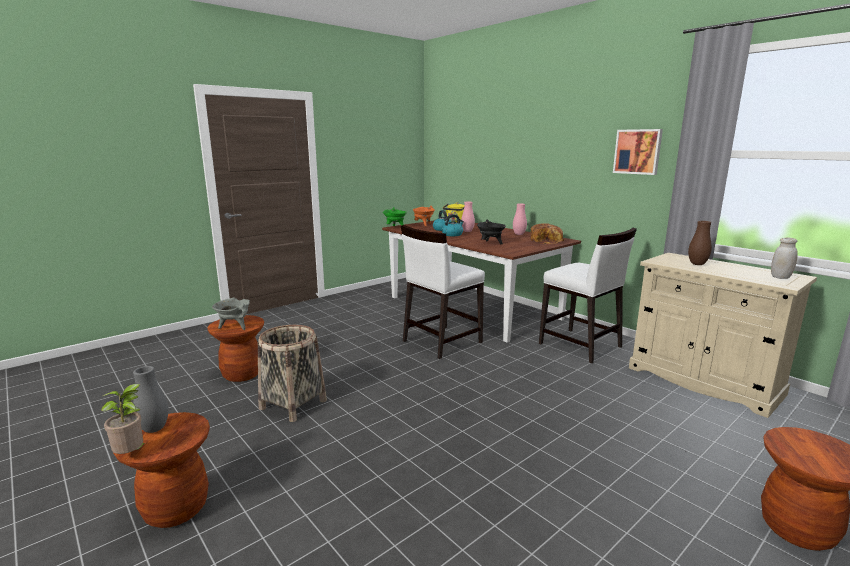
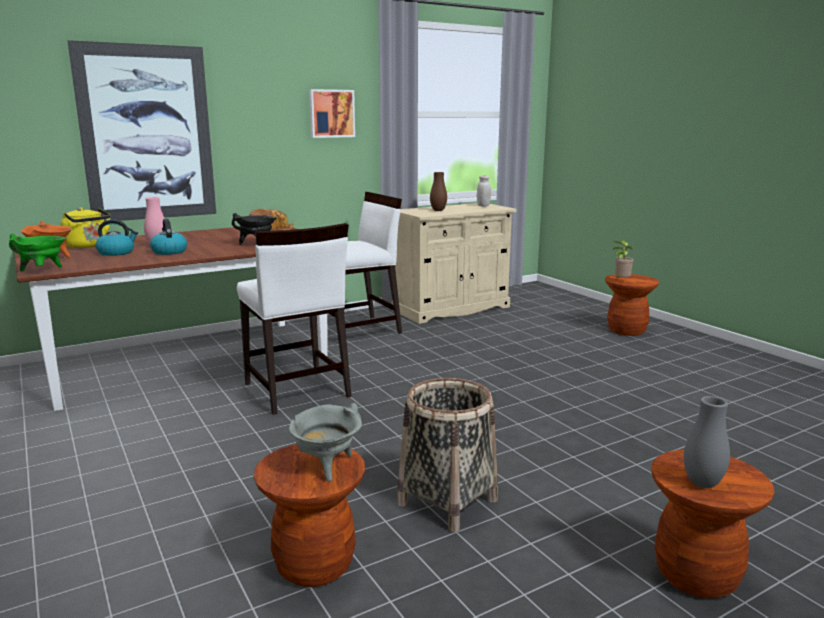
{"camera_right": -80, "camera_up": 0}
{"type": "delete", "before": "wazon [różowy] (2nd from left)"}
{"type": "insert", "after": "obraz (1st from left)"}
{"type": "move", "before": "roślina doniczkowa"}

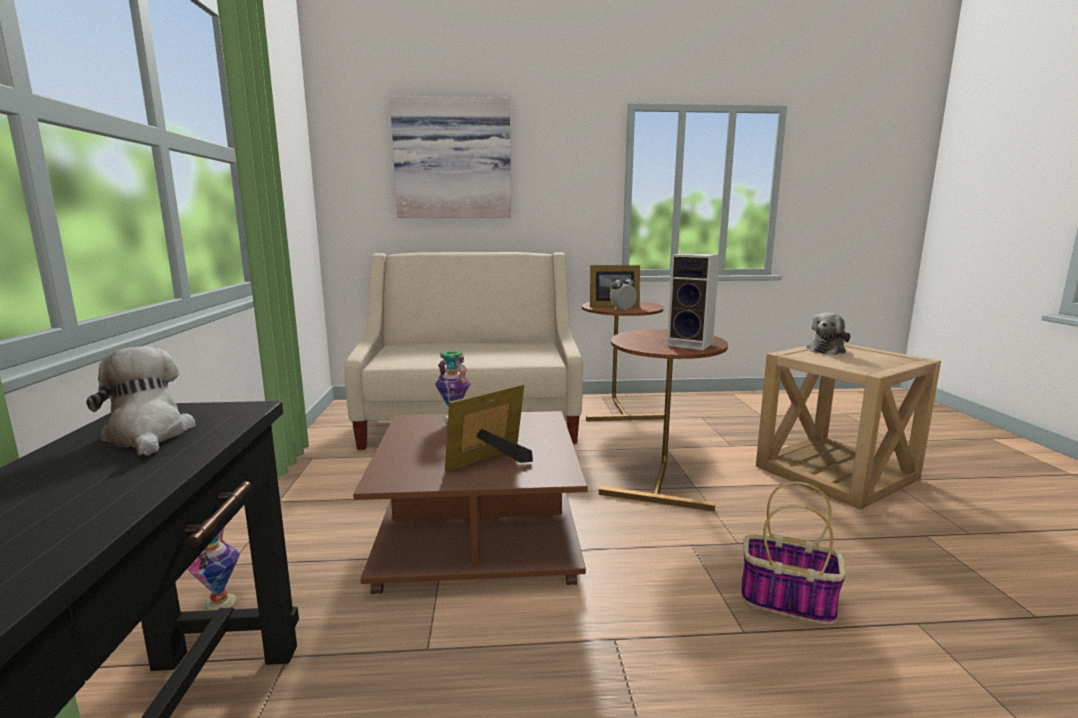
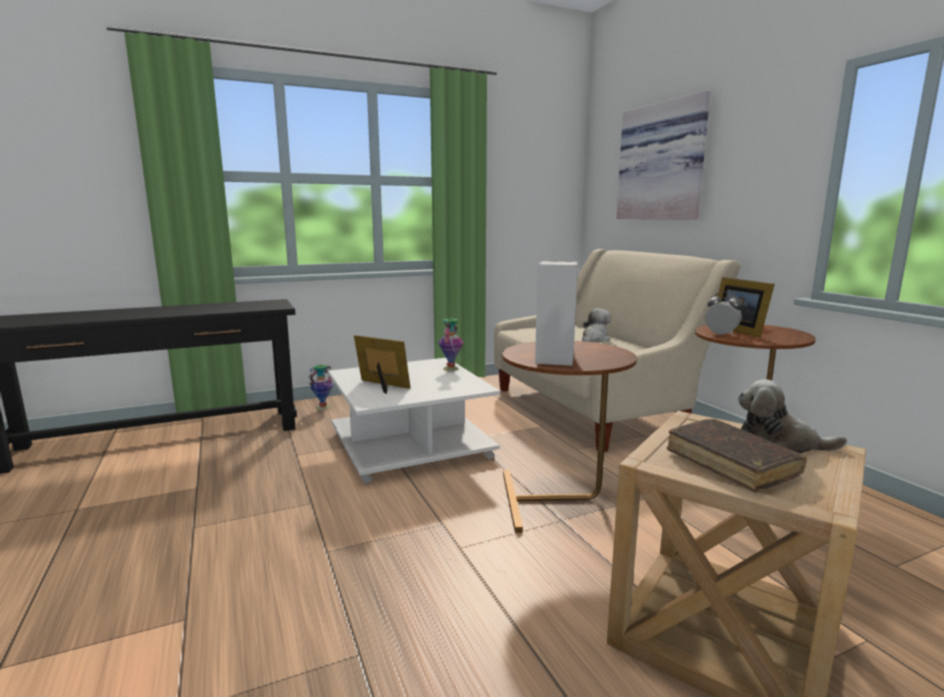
{"camera_right": 70, "camera_up": 0}
{"type": "delete", "before": "koszyk"}
{"type": "insert", "after": "książka [brązowy]"}
{"type": "move", "before": "pluszak (1st from left)"}
{"type": "recolor", "before": "ława [brązowy]", "after": "ława [biały]"}

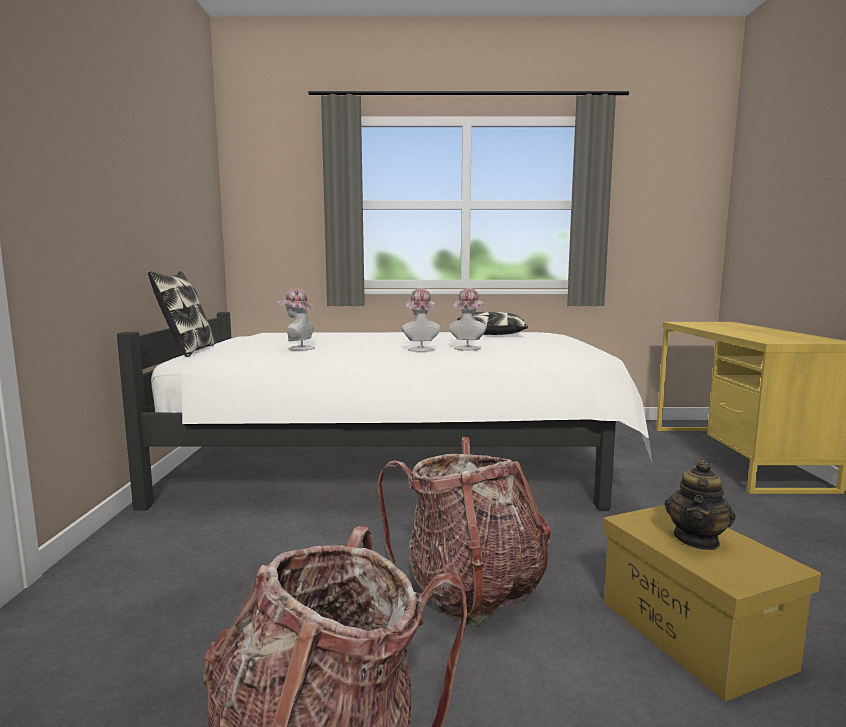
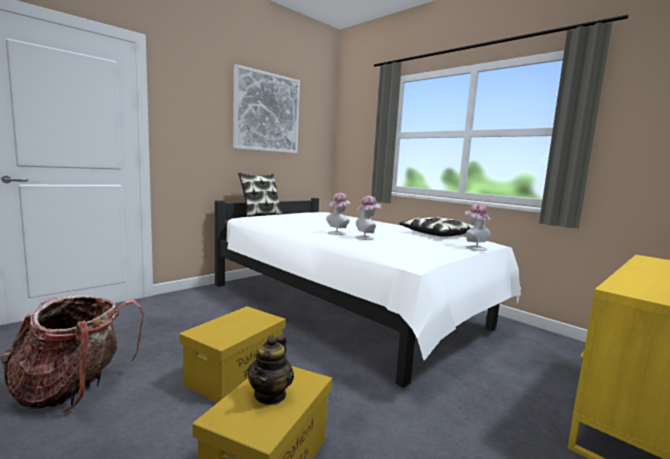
{"camera_right": 45, "camera_up": 0}
{"type": "insert", "after": "obraz"}
{"type": "move", "before": "kapelusz (1st from left in the first image)", "after": "kapelusz (3rd from left)"}
{"type": "replace", "before": "plecak (2nd from left)", "after": "pojemnik do przechowywania [żółty] (1st from left)"}
{"type": "rotate", "before": "imbryk", "turn": -60}

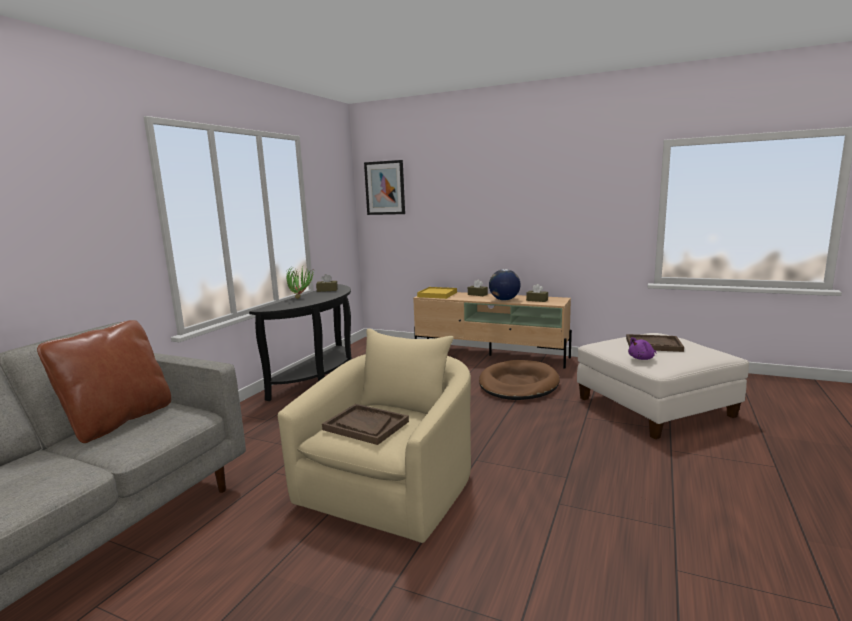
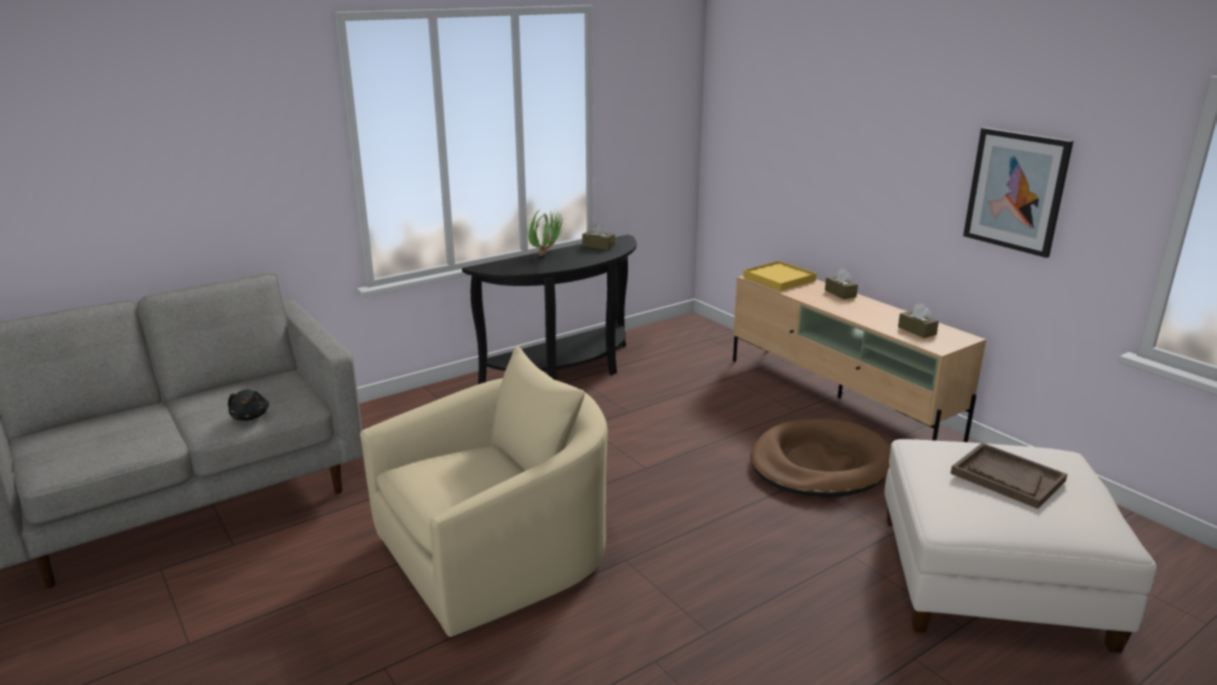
{"camera_right": 30, "camera_up": 10}
{"type": "delete", "before": "poduszka [brązowy]"}
{"type": "delete", "before": "taca [brązowy] (1st from left)"}
{"type": "delete", "before": "globus"}
{"type": "delete", "before": "pluszak [fioletowy]"}
{"type": "insert", "after": "pluszak [czarny]"}
{"type": "move", "before": "obraz"}

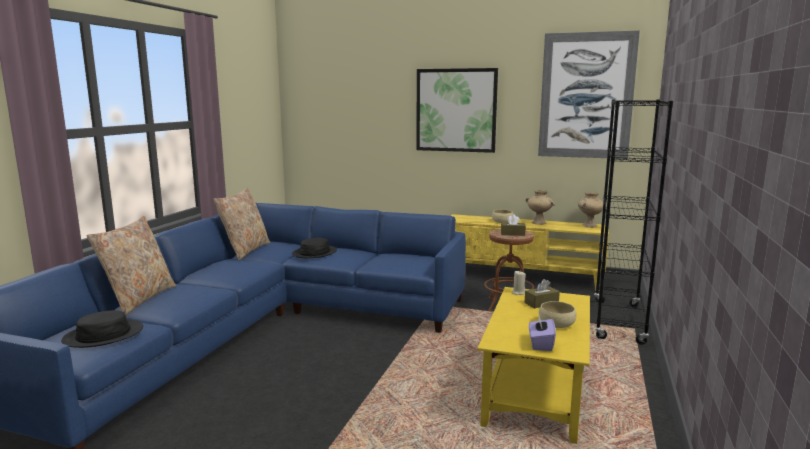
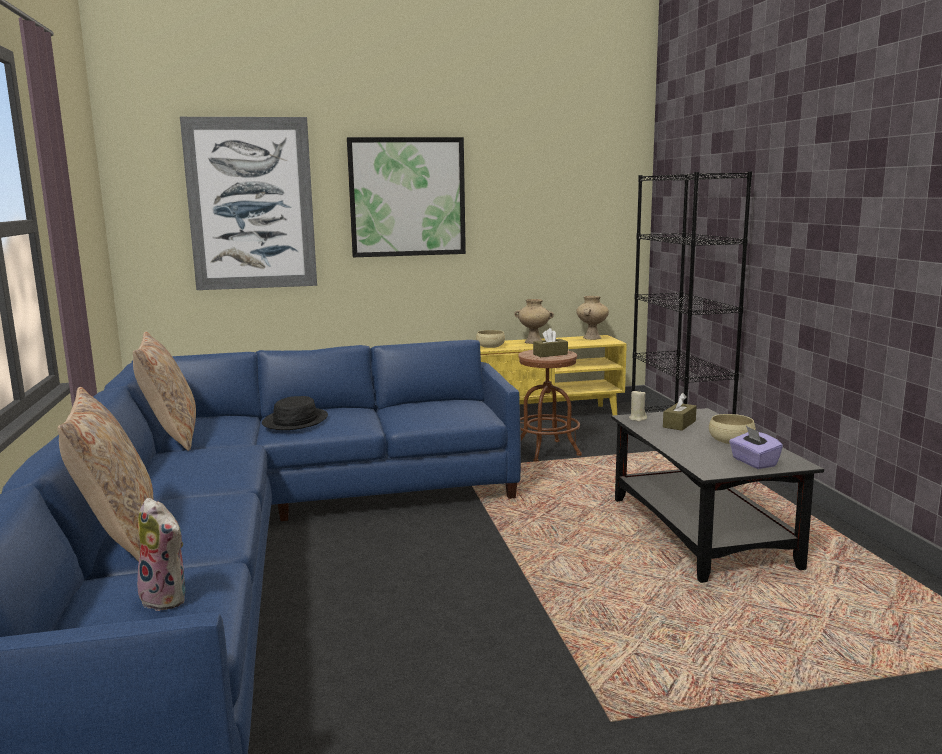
{"camera_right": -30, "camera_up": 0}
{"type": "move", "before": "obraz (2nd from left in the first image)", "after": "obraz (1st from left)"}
{"type": "replace", "before": "kapelusz [czarny] (1st from left)", "after": "pluszak"}
{"type": "recolor", "before": "ława [żółty]", "after": "ława [czarny]"}

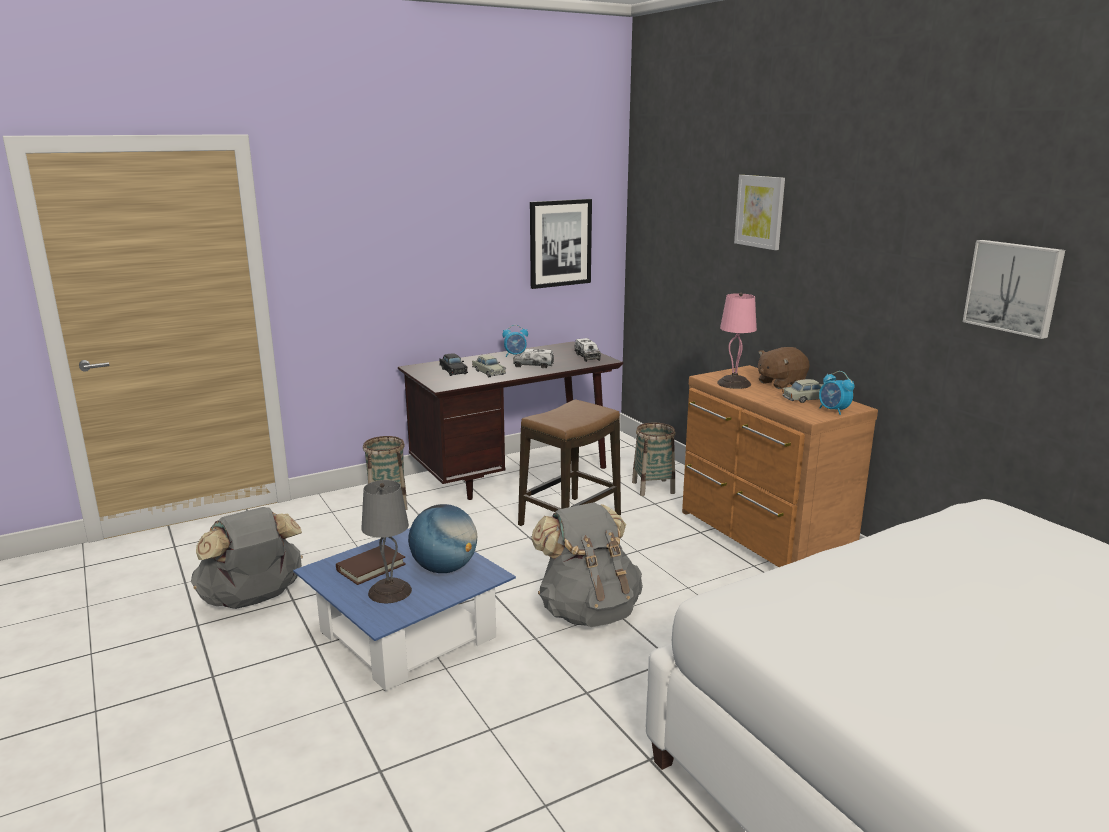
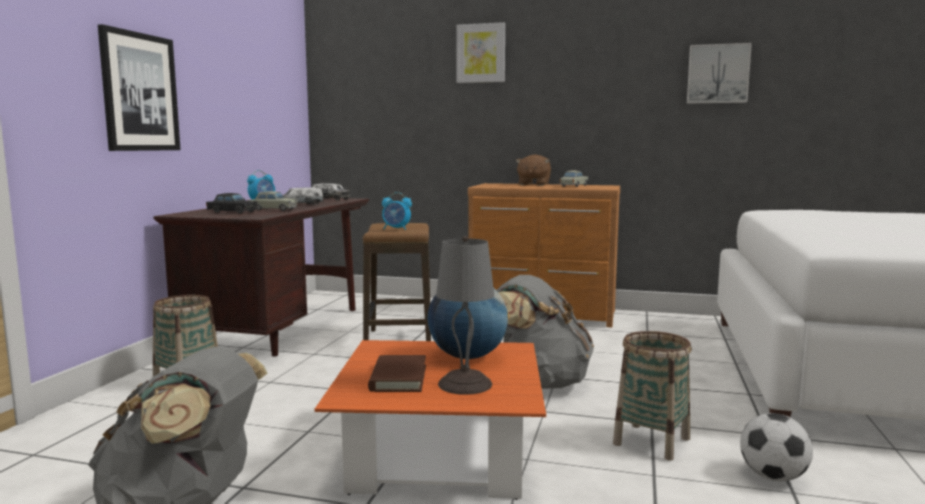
{"camera_right": -45, "camera_up": -10}
{"type": "delete", "before": "lampa stołowa [różowy]"}
{"type": "insert", "after": "piłka futbolowa"}
{"type": "move", "before": "obraz (1st from left)"}
{"type": "move", "before": "koszyk (2nd from left)"}
{"type": "move", "before": "budzik (2nd from left)"}
{"type": "recolor", "before": "ława [niebieski]", "after": "ława [pomarańczowy]"}

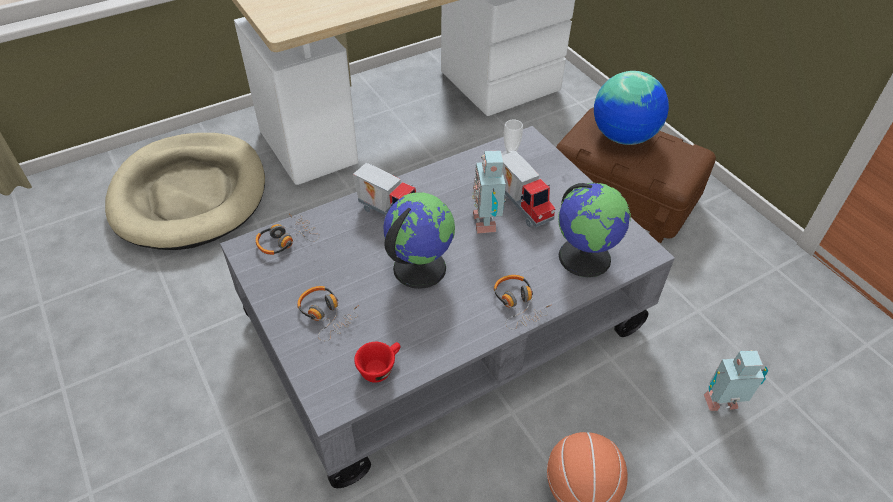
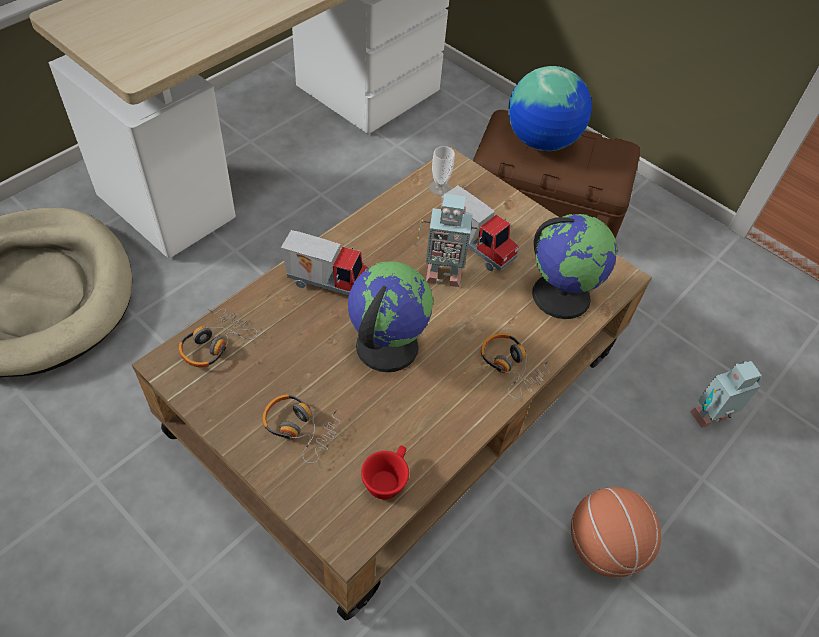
{"camera_right": -20, "camera_up": 5}
{"type": "recolor", "before": "ława [szary]", "after": "ława [brązowy]"}
{"type": "rotate", "before": "robot zabawkowy (1st from left)", "turn": -60}

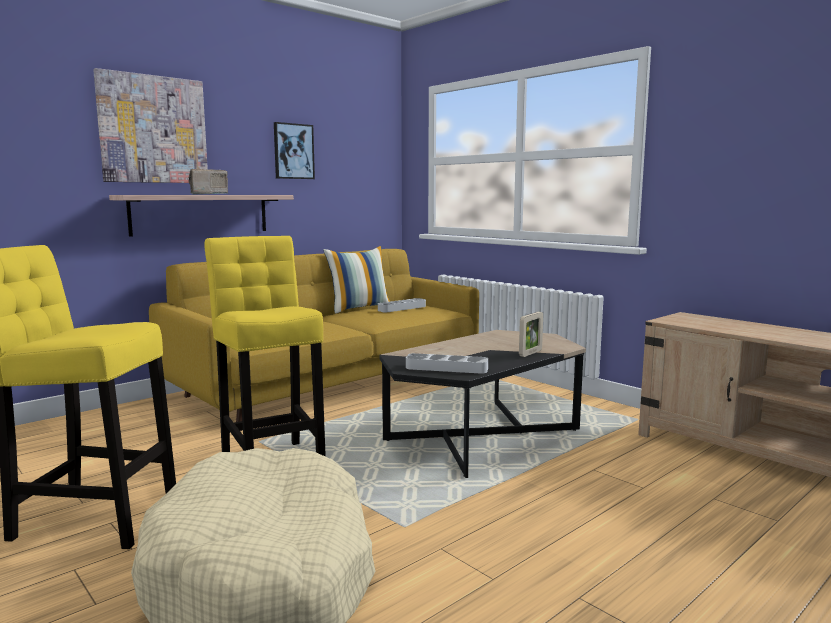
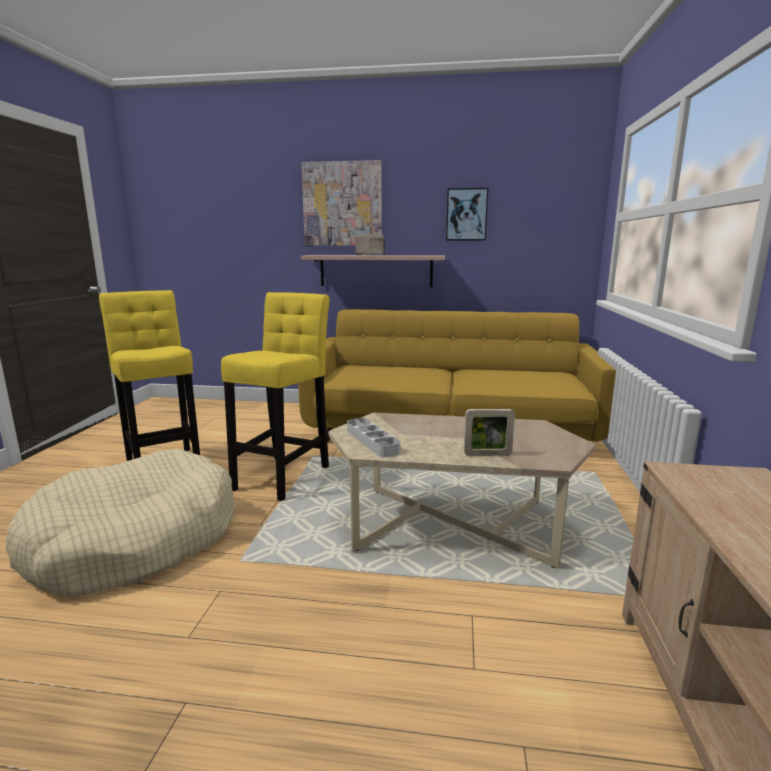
{"camera_right": 50, "camera_up": 5}
{"type": "delete", "before": "poduszka"}
{"type": "delete", "before": "taca [szary] (1st from left)"}
{"type": "recolor", "before": "ława [czarny]", "after": "ława [beżowy]"}

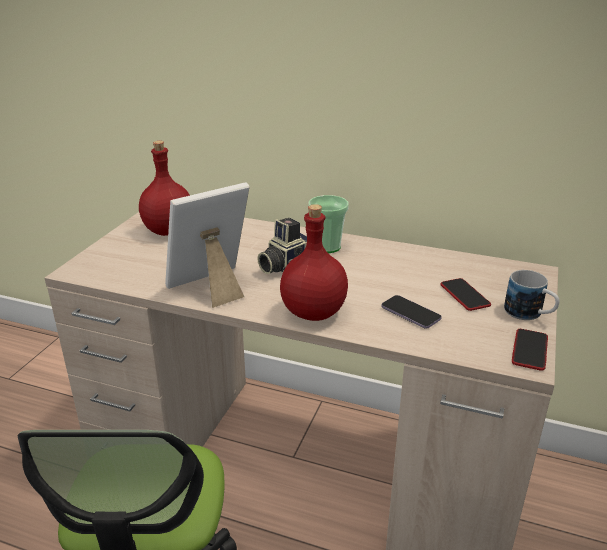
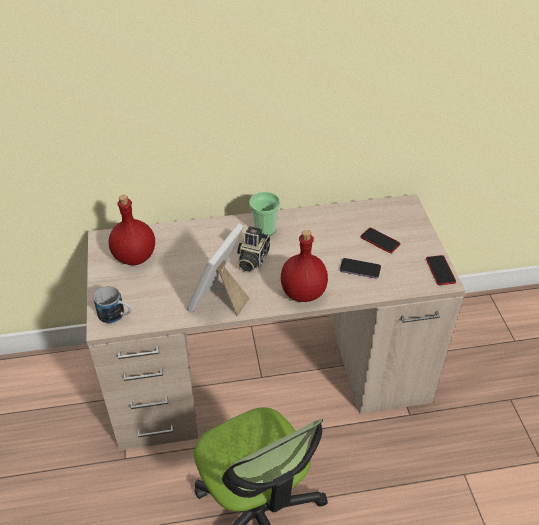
{"camera_right": -30, "camera_up": 15}
{"type": "move", "before": "kubek"}

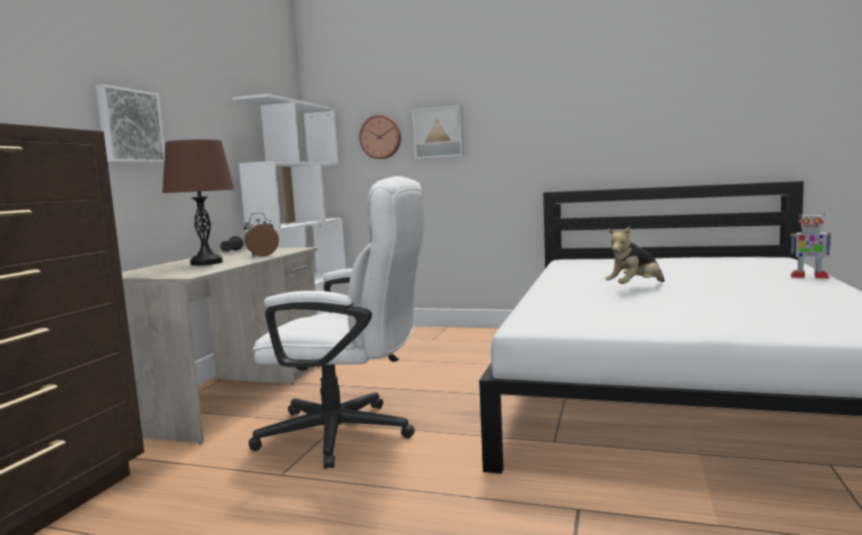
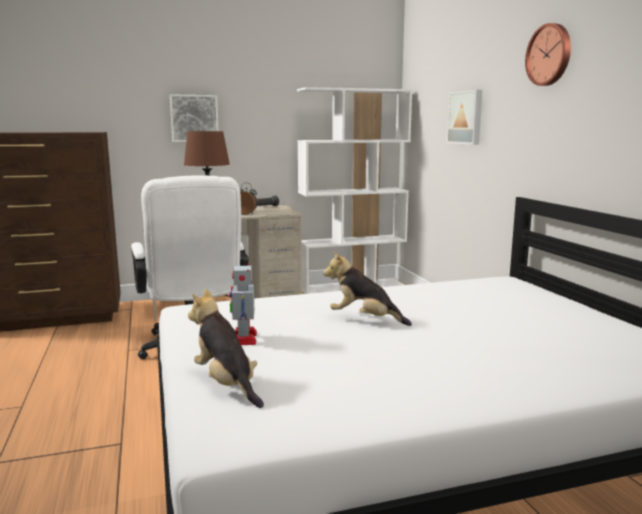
{"camera_right": 55, "camera_up": 5}
{"type": "insert", "after": "pluszak (1st from left)"}
{"type": "move", "before": "zegar ścienny"}
{"type": "move", "before": "robot zabawkowy"}

